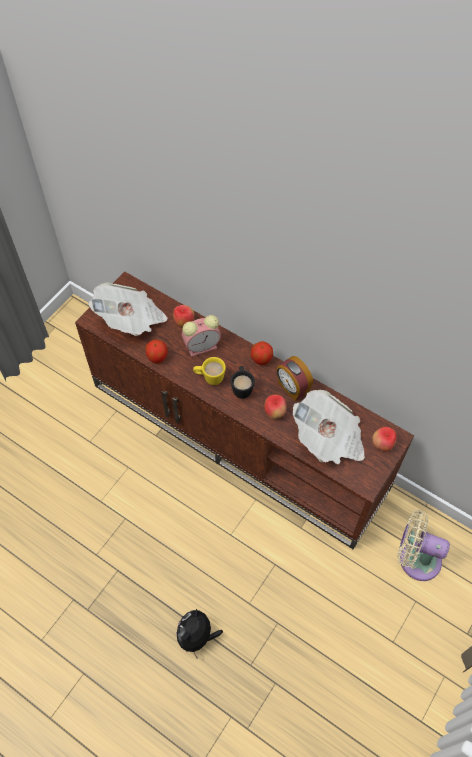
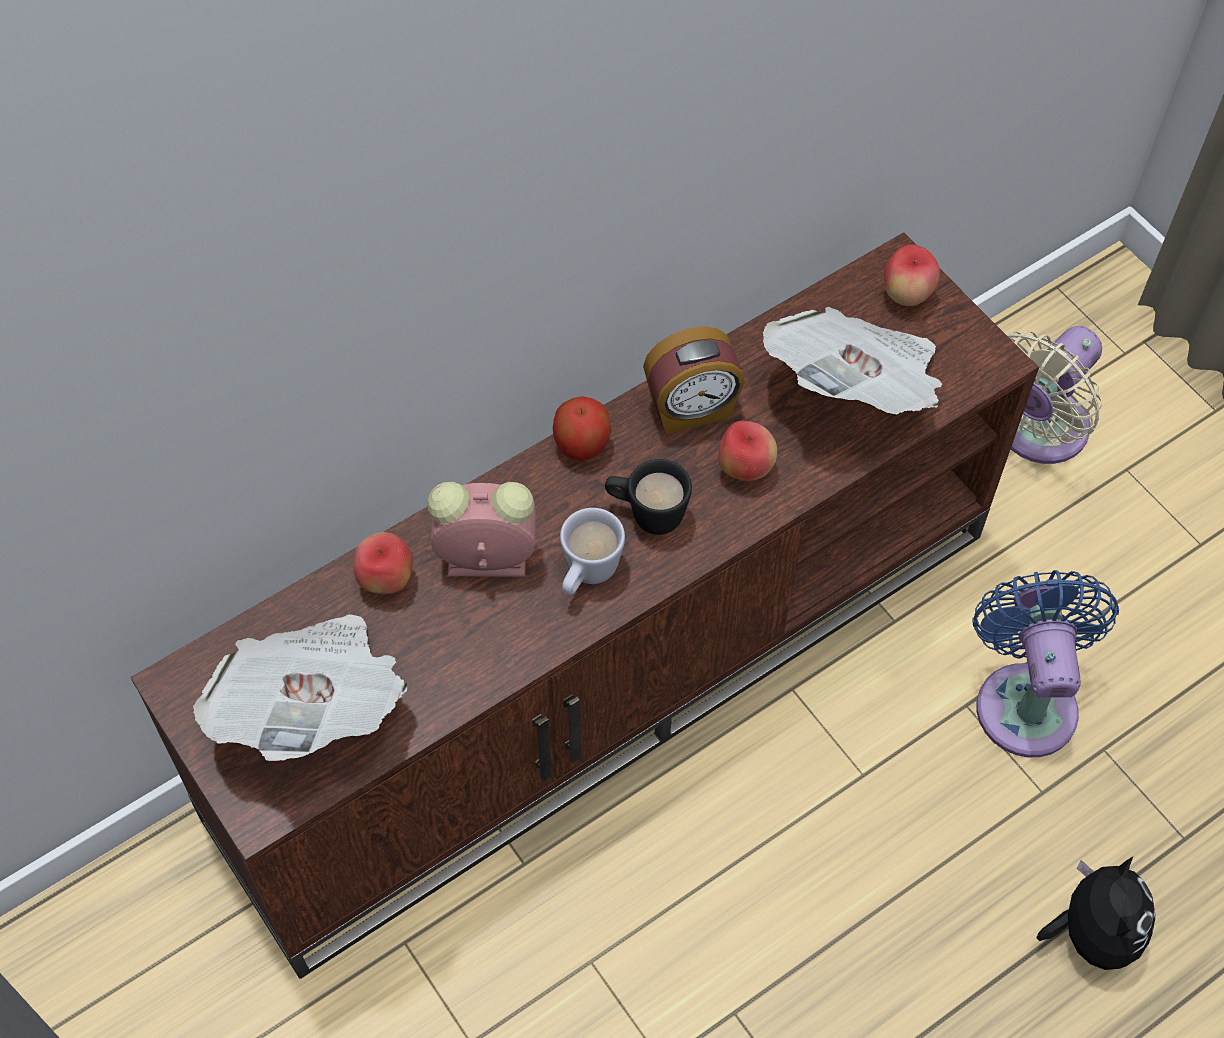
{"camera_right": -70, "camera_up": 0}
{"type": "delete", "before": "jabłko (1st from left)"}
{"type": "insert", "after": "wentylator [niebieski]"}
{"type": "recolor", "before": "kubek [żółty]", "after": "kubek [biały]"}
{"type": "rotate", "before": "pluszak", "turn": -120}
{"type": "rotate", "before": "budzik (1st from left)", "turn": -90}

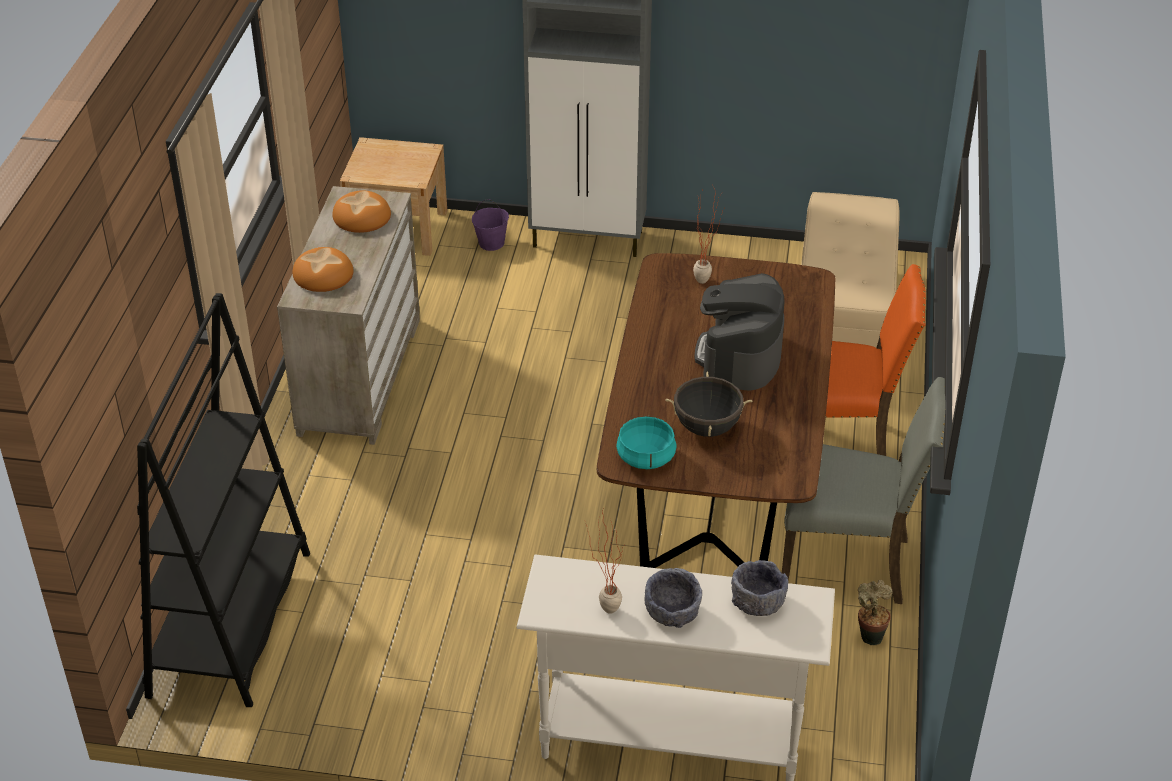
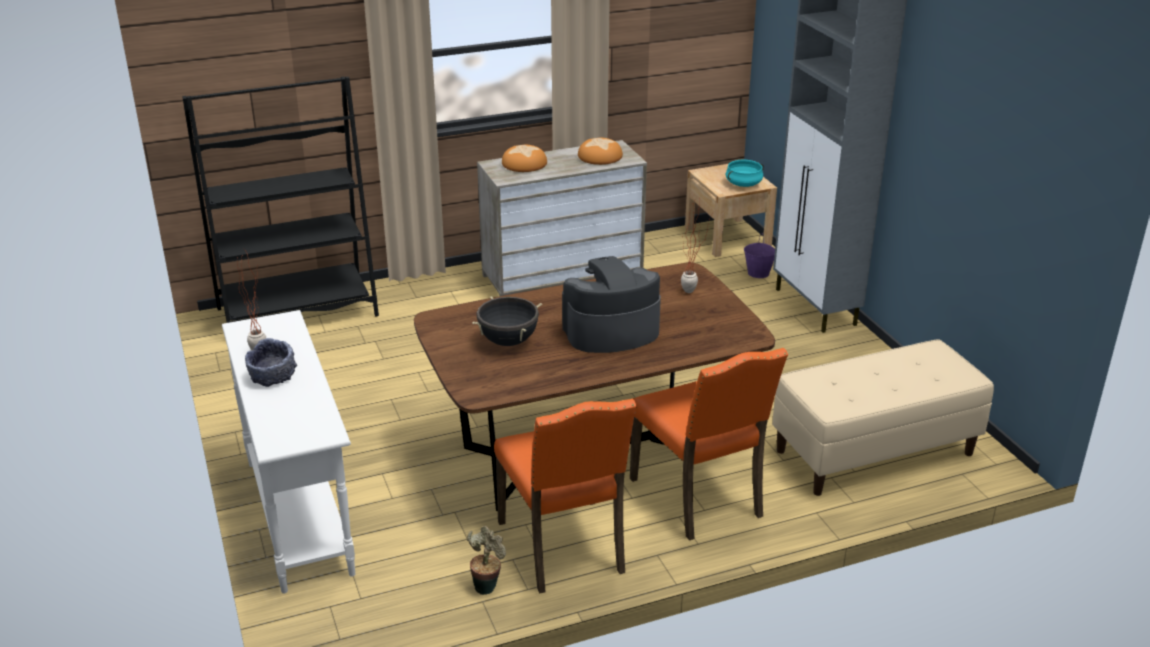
{"camera_right": 60, "camera_up": -10}
{"type": "delete", "before": "miska [szary] (2nd from left)"}
{"type": "move", "before": "garnek [turkusowy]"}
{"type": "recolor", "before": "krzesło [szary]", "after": "krzesło [pomarańczowy] (1st from left)"}

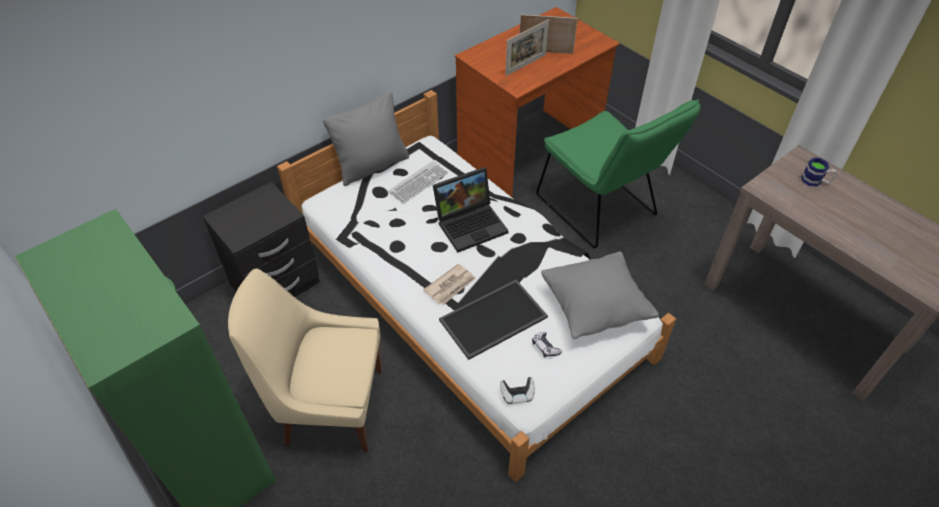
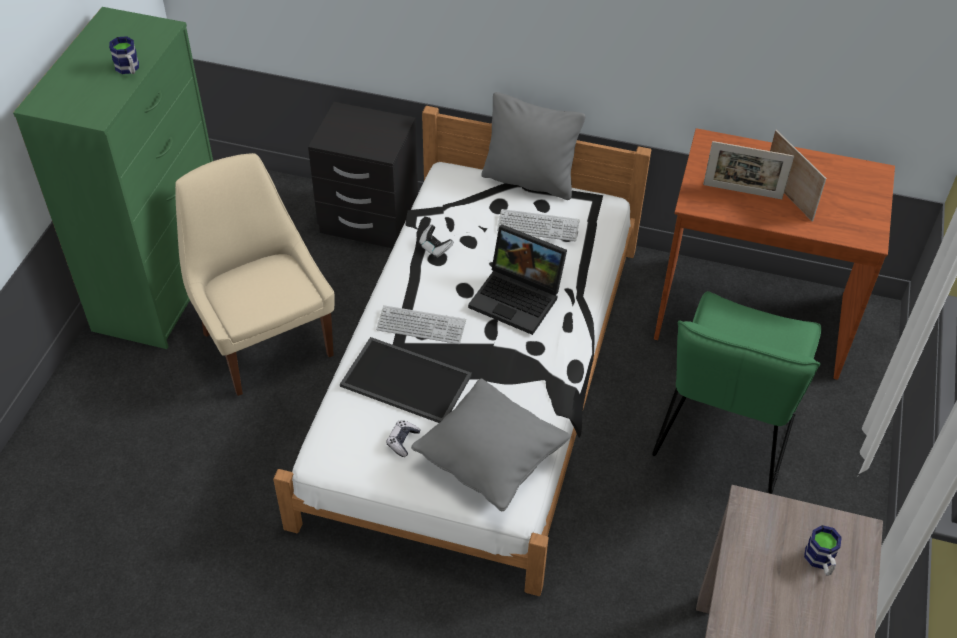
{"camera_right": 55, "camera_up": 0}
{"type": "insert", "after": "kubek (1st from left)"}
{"type": "move", "before": "pad do gier (1st from left in the first image)", "after": "pad do gier (2nd from left)"}
{"type": "replace", "before": "gazeta", "after": "klawiatura (1st from left)"}

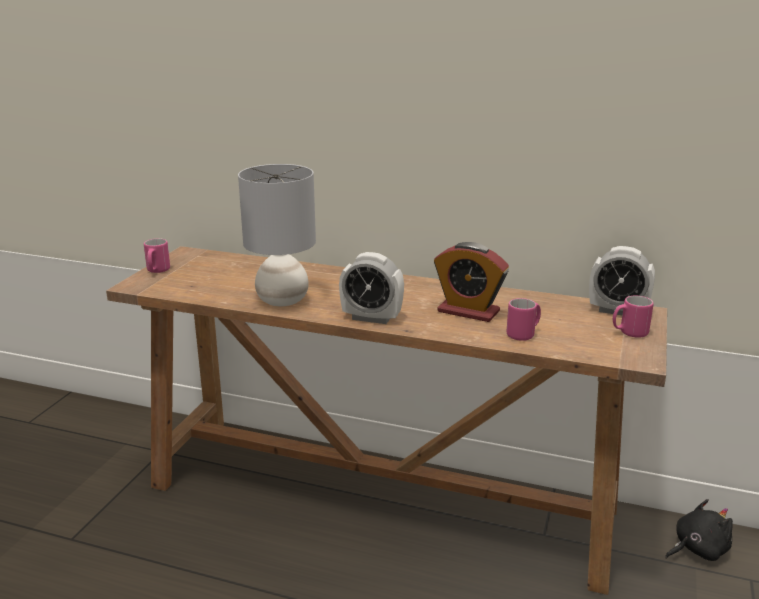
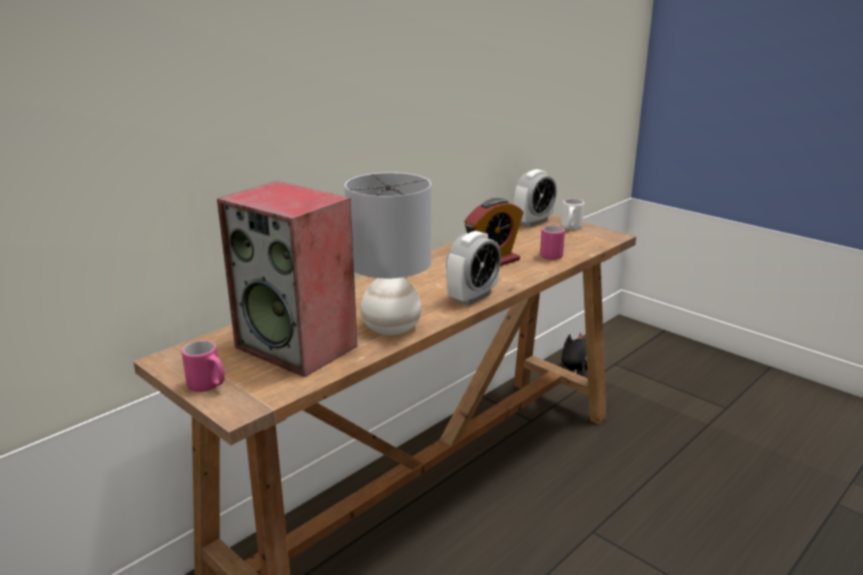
{"camera_right": -65, "camera_up": 0}
{"type": "insert", "after": "głośnik"}
{"type": "recolor", "before": "kubek [różowy] (3rd from left)", "after": "kubek [biały]"}

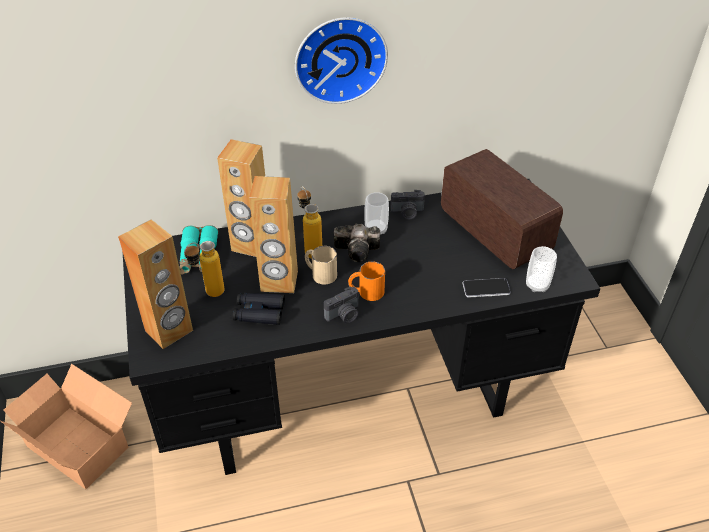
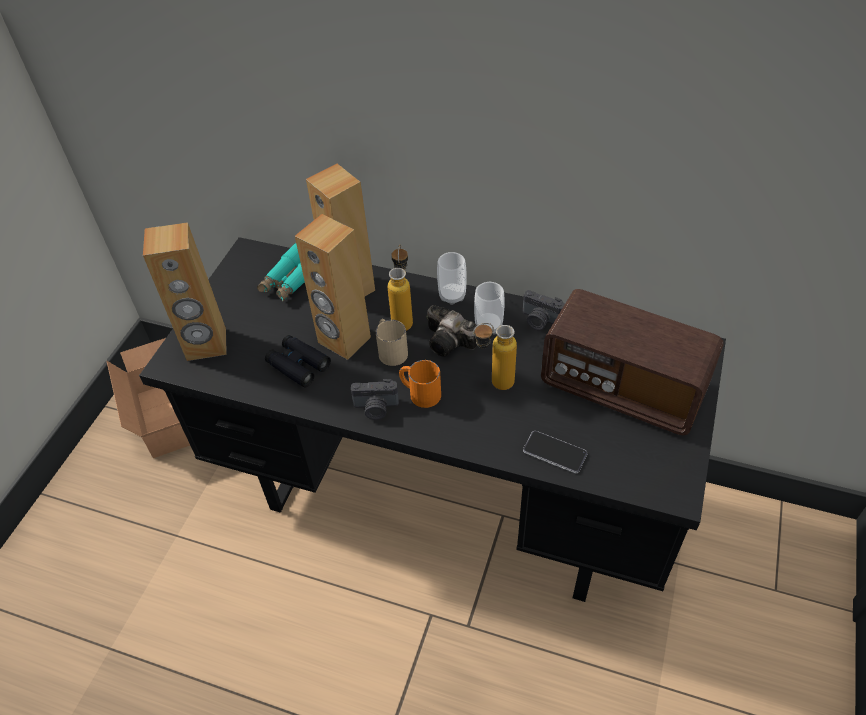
{"camera_right": 35, "camera_up": 5}
{"type": "delete", "before": "zegar ścienny"}
{"type": "move", "before": "butelka (1st from left in the first image)", "after": "butelka (2nd from left)"}
{"type": "move", "before": "filiżanka (2nd from left in the first image)", "after": "filiżanka (1st from left)"}
{"type": "rotate", "before": "radio", "turn": 120}

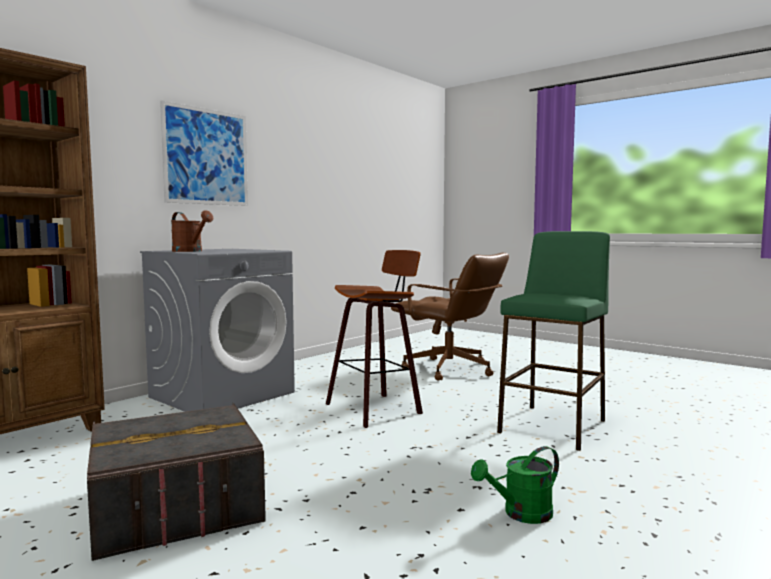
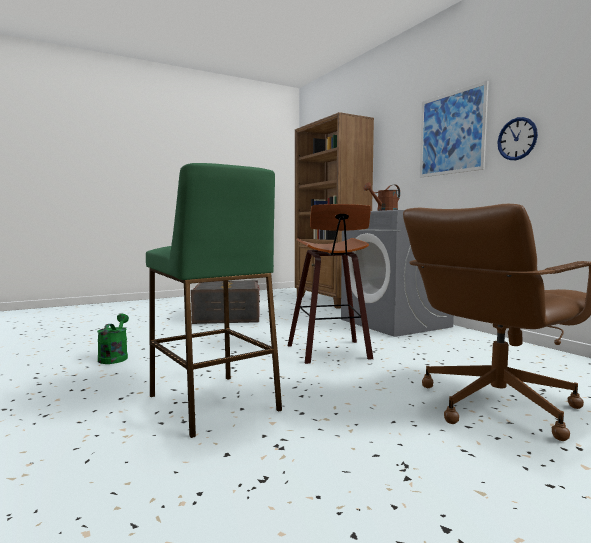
{"camera_right": 110, "camera_up": 0}
{"type": "insert", "after": "zegar ścienny"}

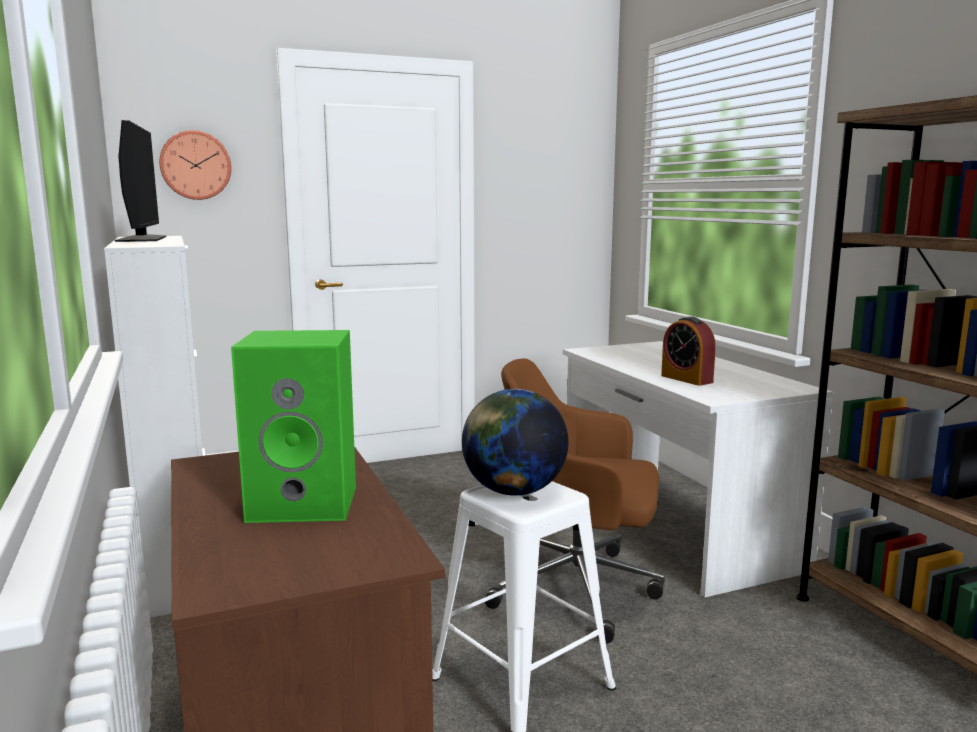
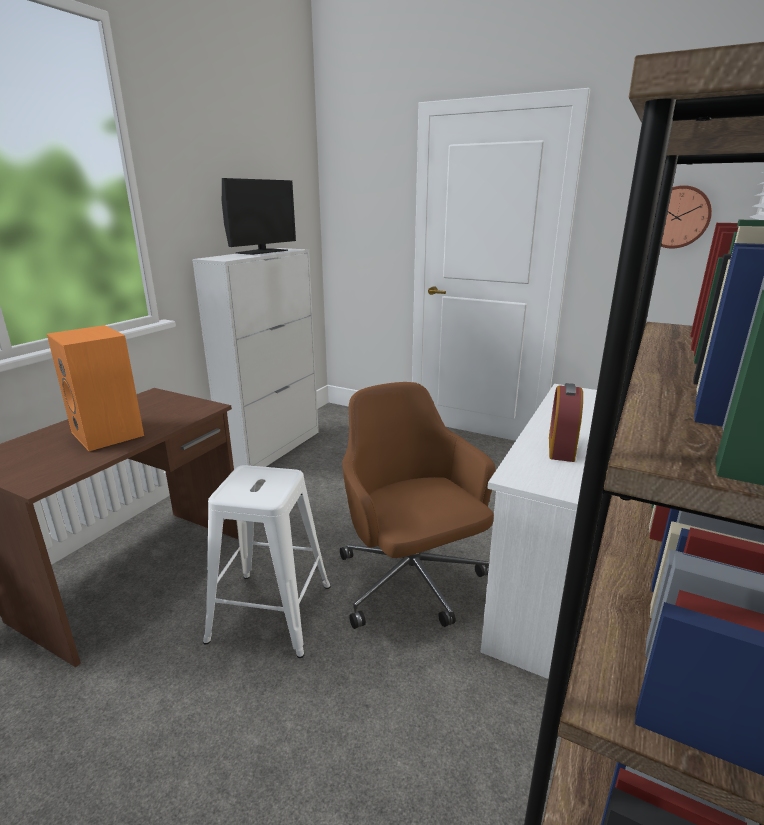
{"camera_right": 50, "camera_up": 10}
{"type": "delete", "before": "globus"}
{"type": "move", "before": "zegar ścienny"}
{"type": "recolor", "before": "głośnik [zielony]", "after": "głośnik [pomarańczowy]"}

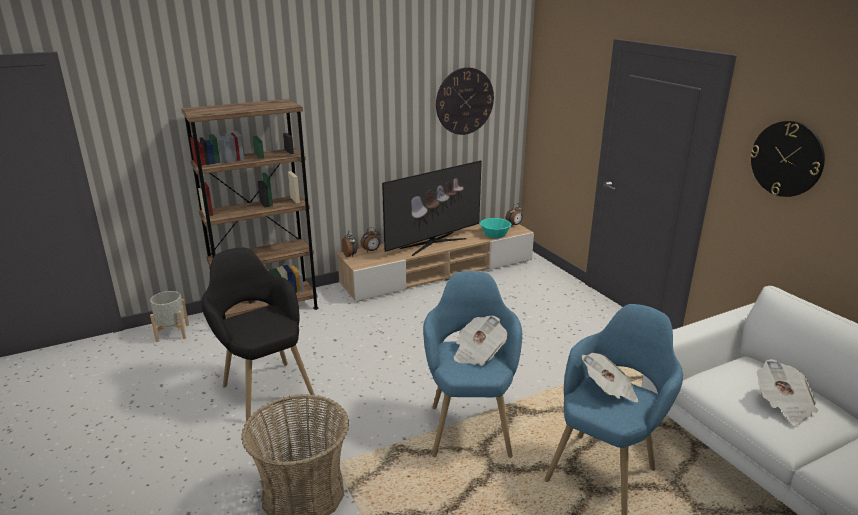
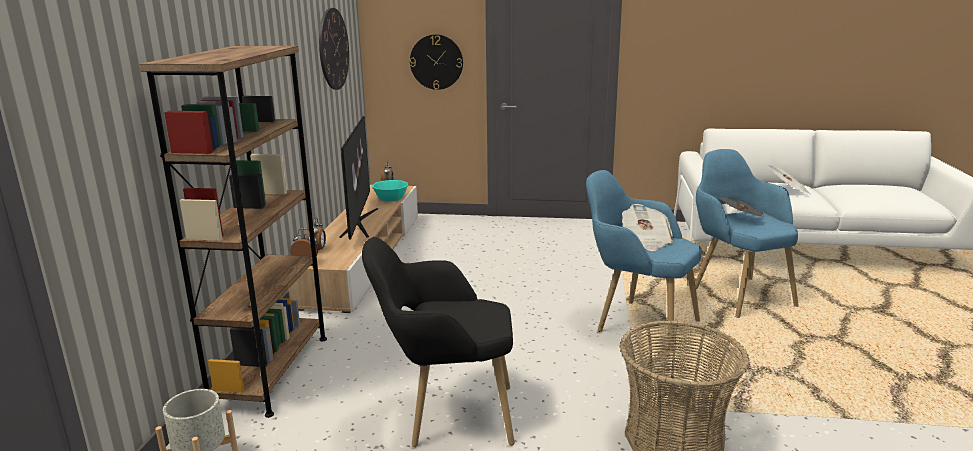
{"camera_right": -55, "camera_up": -5}
{"type": "move", "before": "zegar ścienny (2nd from left)"}

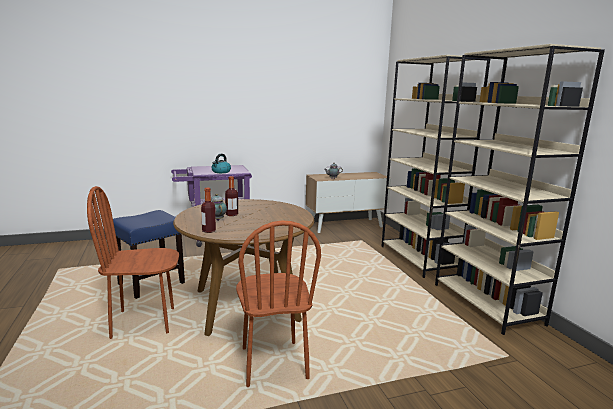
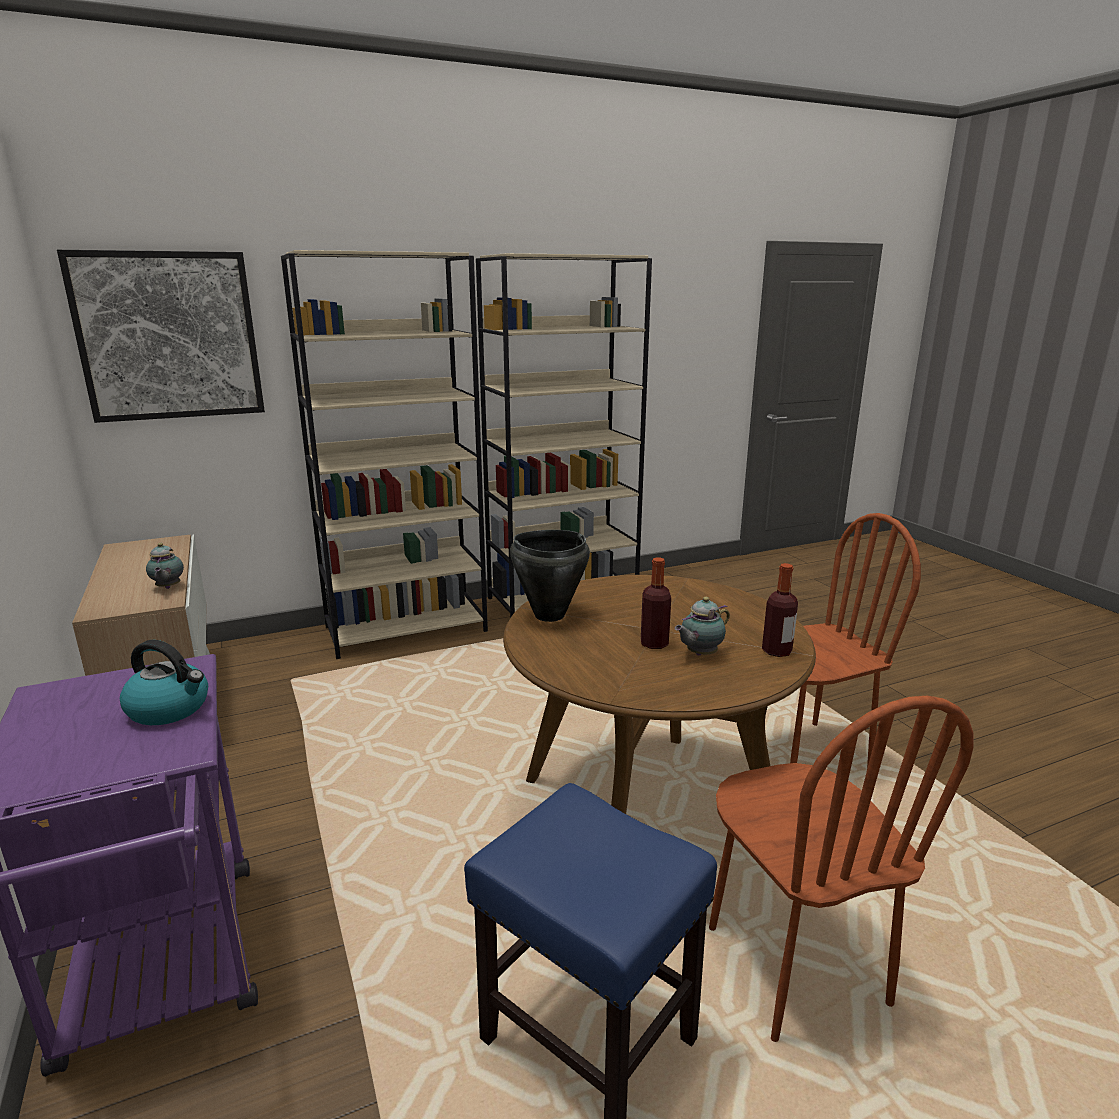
{"camera_right": -95, "camera_up": 5}
{"type": "insert", "after": "obraz"}
{"type": "insert", "after": "garnek [czarny]"}

